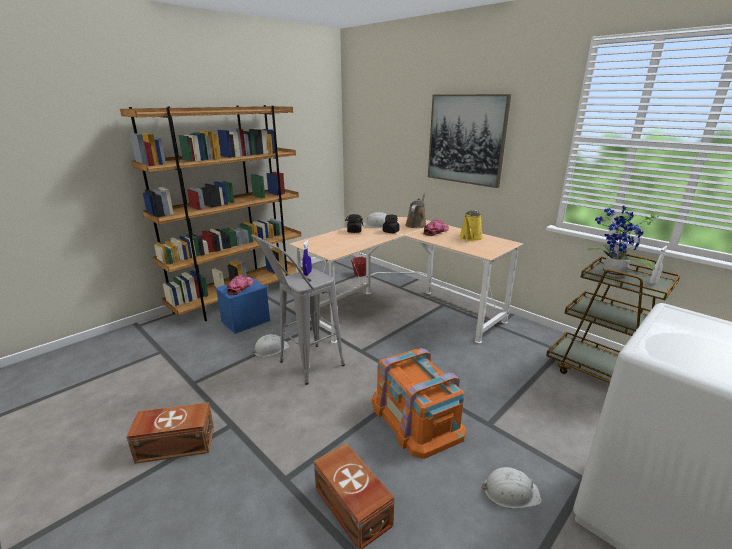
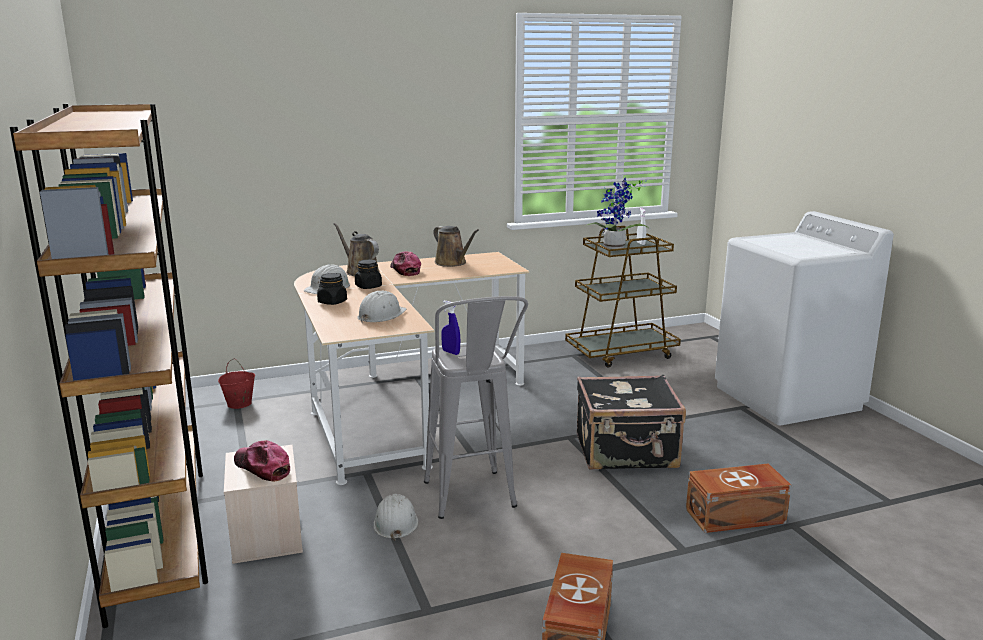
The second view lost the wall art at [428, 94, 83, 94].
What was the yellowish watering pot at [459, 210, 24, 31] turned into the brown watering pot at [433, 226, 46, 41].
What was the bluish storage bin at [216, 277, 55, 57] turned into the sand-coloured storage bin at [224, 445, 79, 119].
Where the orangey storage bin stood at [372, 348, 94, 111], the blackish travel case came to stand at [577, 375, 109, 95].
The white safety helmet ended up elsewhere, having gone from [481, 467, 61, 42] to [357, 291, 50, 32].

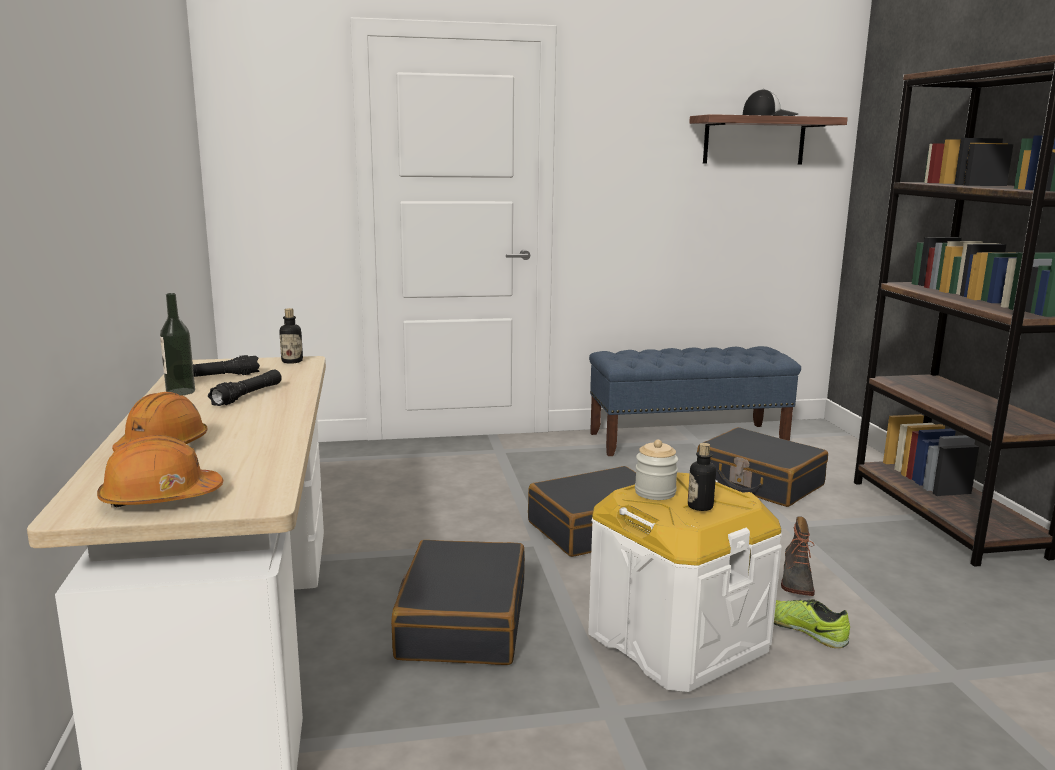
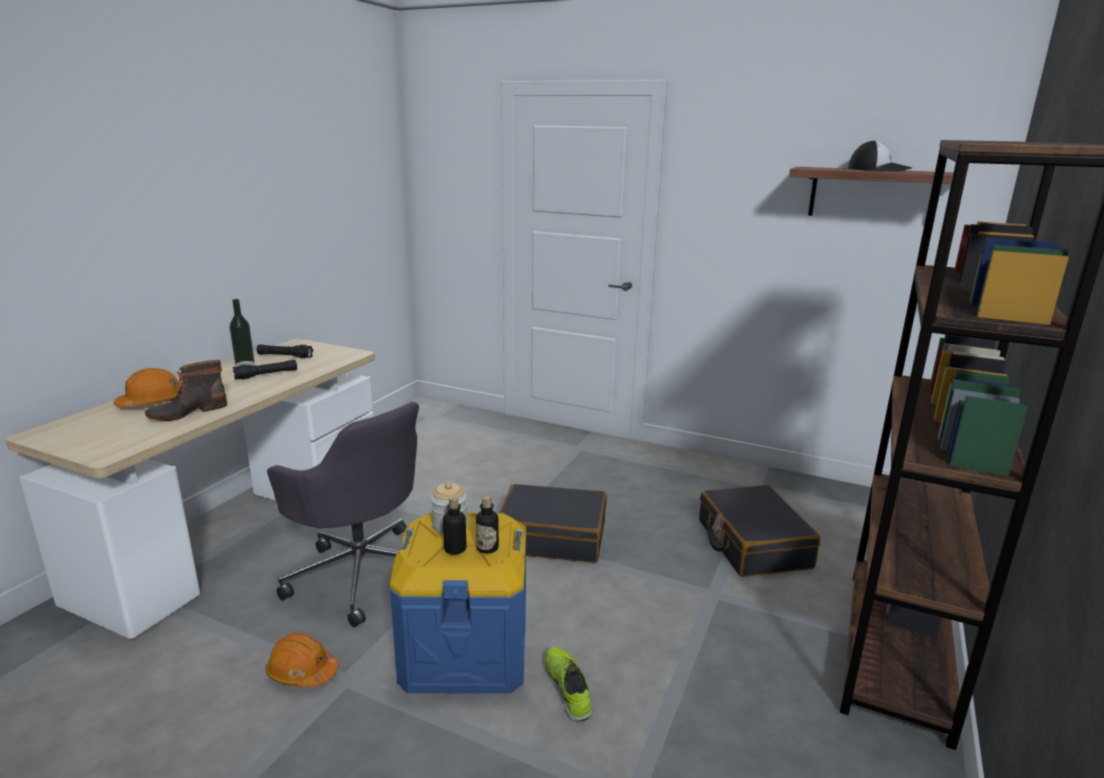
The drink bottle ended up elsewhere, having gone from [279, 308, 24, 56] to [476, 496, 23, 58].
The second view lost the bluish indoor bench at [589, 346, 212, 110].
The orangey safety helmet ended up elsewhere, having gone from [97, 435, 126, 73] to [266, 633, 73, 54].
What was the white storage bin at [588, 472, 194, 220] turned into the bluish storage bin at [389, 513, 137, 181].
The high-top boot ended up elsewhere, having gone from [781, 516, 34, 80] to [145, 360, 82, 61].
Where the blackish travel case stood at [391, 540, 134, 125], the gray computer chair came to stand at [267, 402, 152, 225].

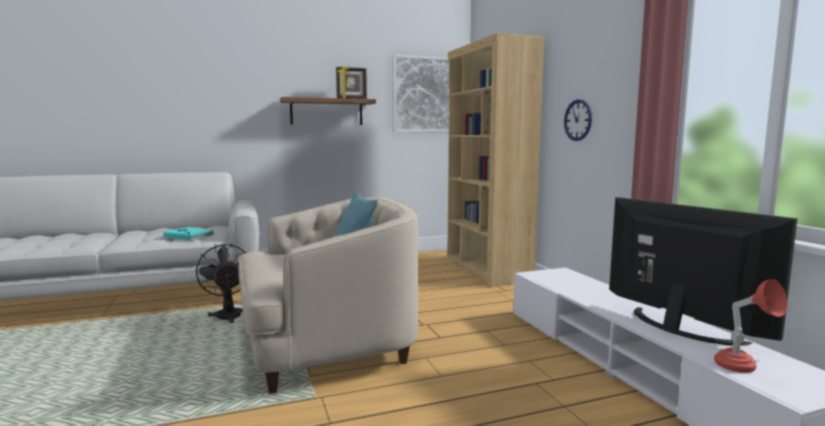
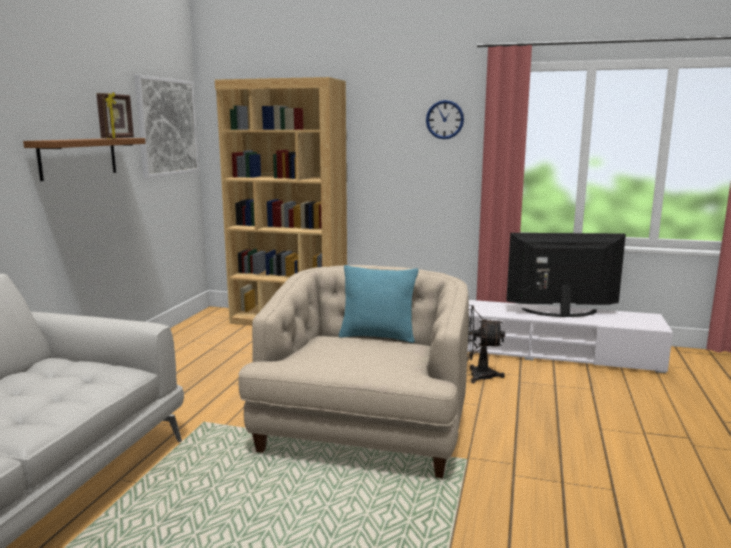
The clock on the wall ended up elsewhere, having gone from [564, 99, 28, 42] to [426, 100, 38, 39].
The second view lost the turquoise book at [163, 227, 51, 13].
The blackish cooling fan ended up elsewhere, having gone from [195, 244, 51, 79] to [467, 305, 38, 78].
The second view lost the red lamp for a table at [714, 279, 74, 94].

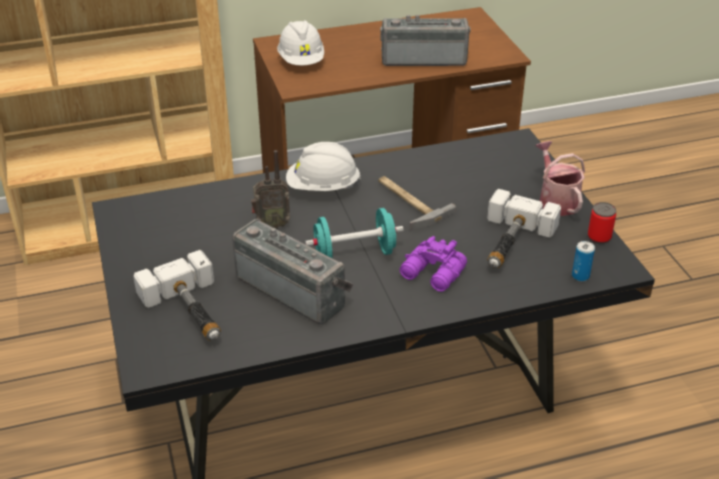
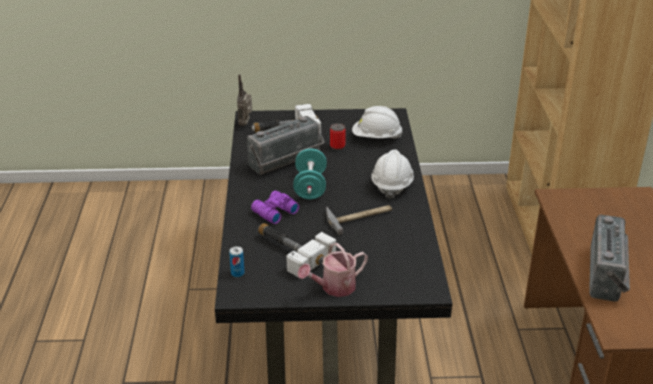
The white safety helmet ended up elsewhere, having gone from [277, 20, 47, 46] to [352, 106, 51, 33].
The watering pot at [535, 141, 50, 75] ended up facing another way, 150 degrees clockwise from before.
The radio set ended up elsewhere, having gone from [251, 150, 39, 79] to [237, 74, 15, 52].
The can ended up elsewhere, having gone from [588, 202, 28, 42] to [330, 123, 16, 27].

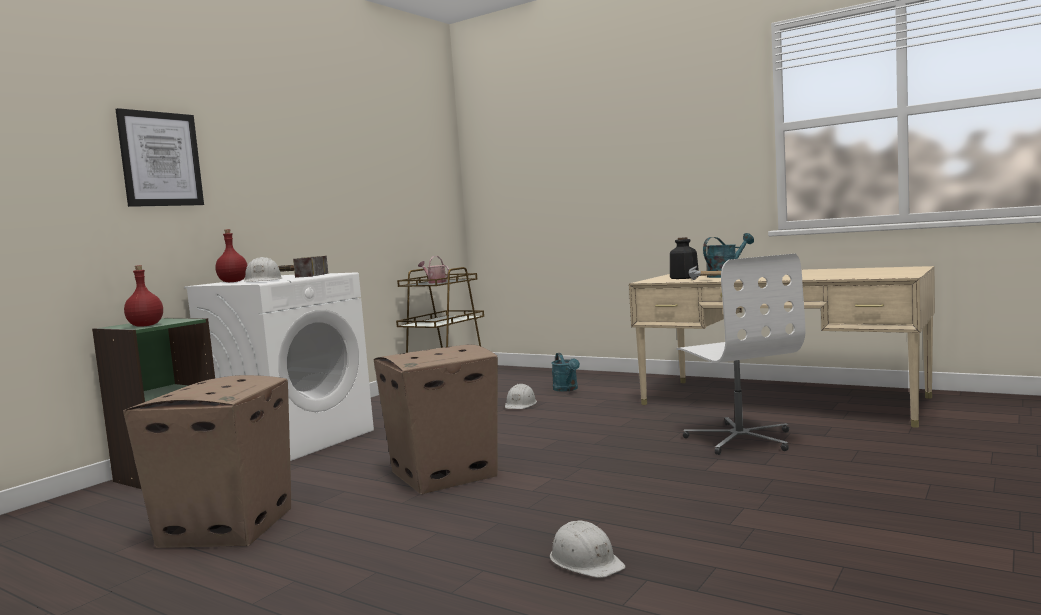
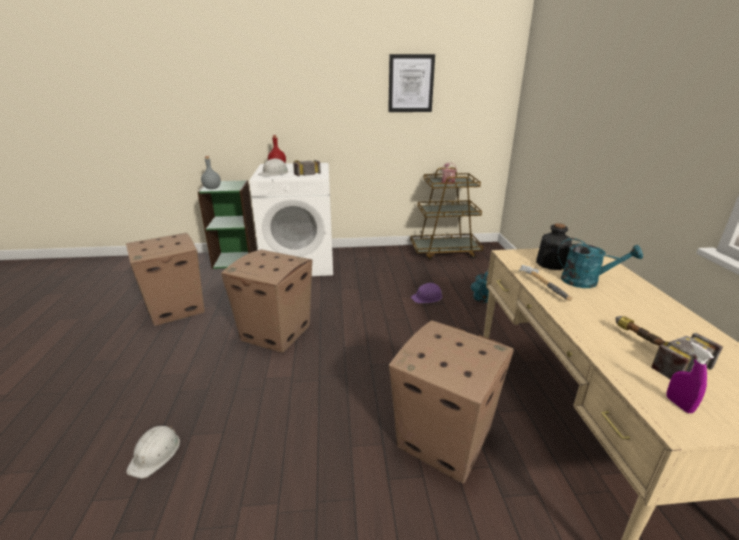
The wall art ended up elsewhere, having gone from [116, 108, 88, 99] to [388, 54, 47, 58].
Where the white computer chair stood at [676, 254, 129, 201], the carton came to stand at [389, 320, 125, 164].
What was the red drink bottle at [124, 265, 39, 62] turned into the gray drink bottle at [201, 156, 20, 33].
What was the white safety helmet at [505, 384, 32, 25] turned into the purplish safety helmet at [411, 283, 31, 20].
The second view gained the hand hammer at [615, 316, 108, 64].
The second view gained the purplish hand sprayer at [667, 342, 47, 71].

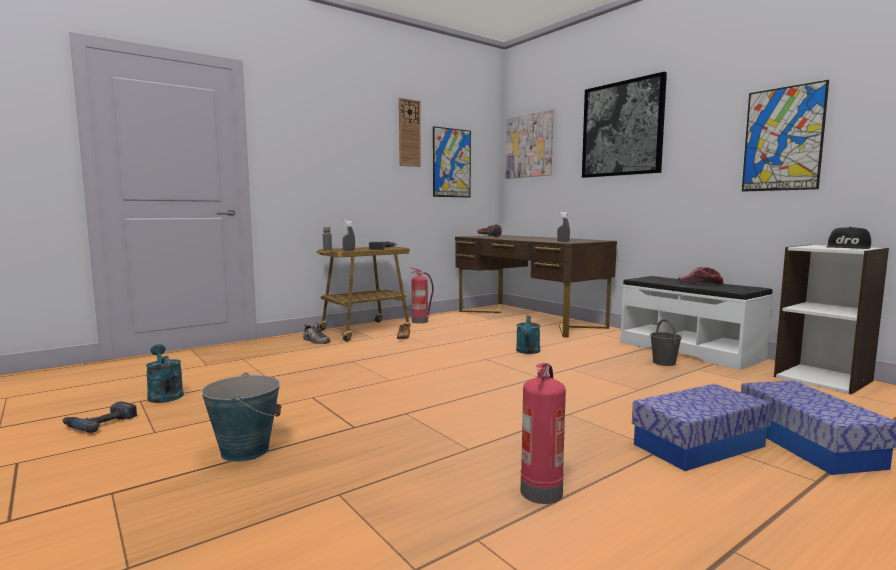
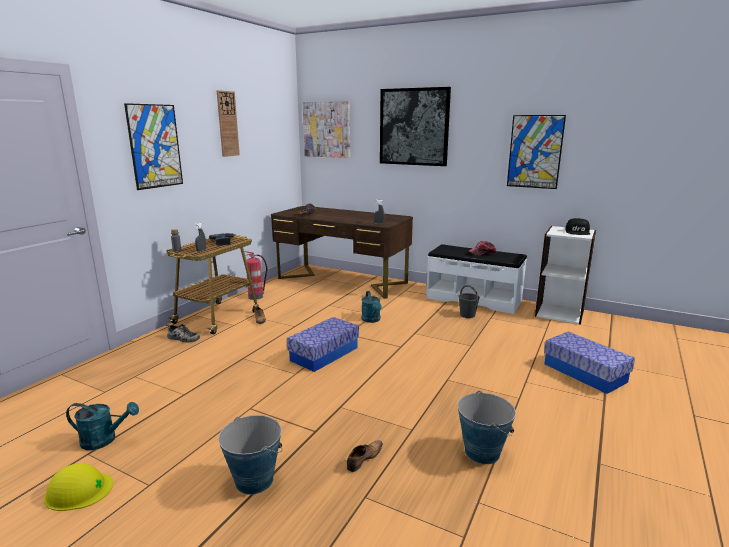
The wall art ended up elsewhere, having gone from [433, 126, 38, 72] to [124, 103, 59, 87].
The turquoise watering pot at [146, 344, 38, 59] ended up facing another way, 150 degrees clockwise from before.
Where the fire extinguisher stood at [521, 363, 45, 141], the bucket came to stand at [458, 391, 58, 73].
The storage bin ended up elsewhere, having gone from [632, 384, 140, 87] to [287, 317, 72, 55].
Where the drill stood at [62, 401, 75, 32], the yellowish safety helmet came to stand at [44, 463, 69, 48].
The second view gained the low shoe at [347, 440, 36, 32].

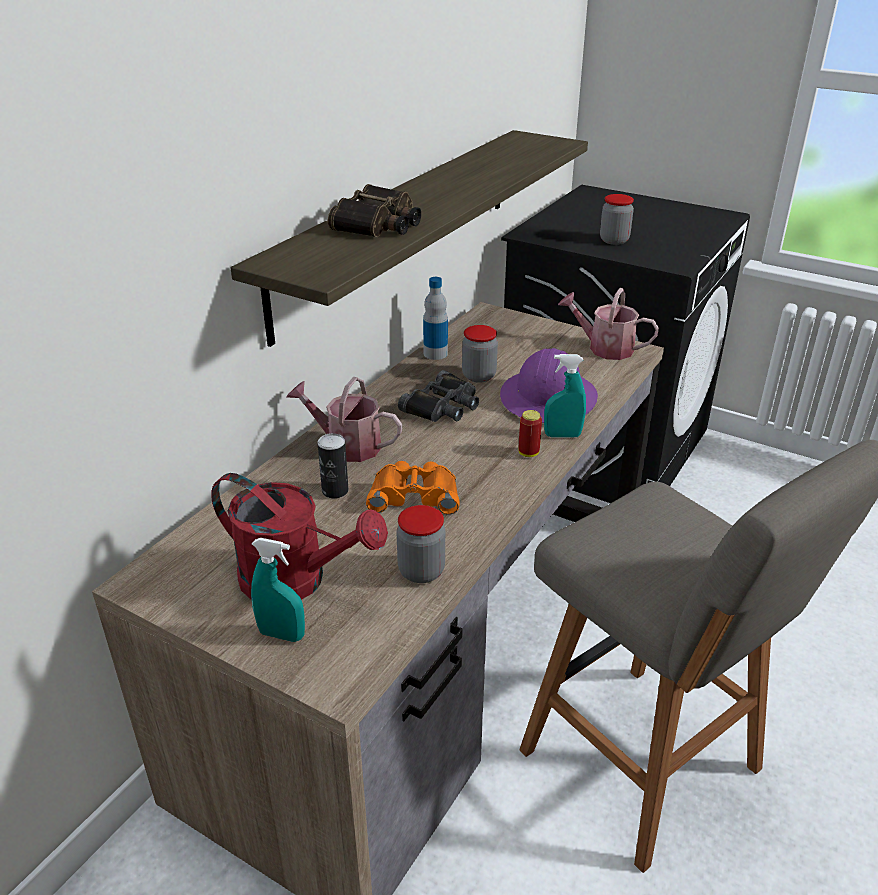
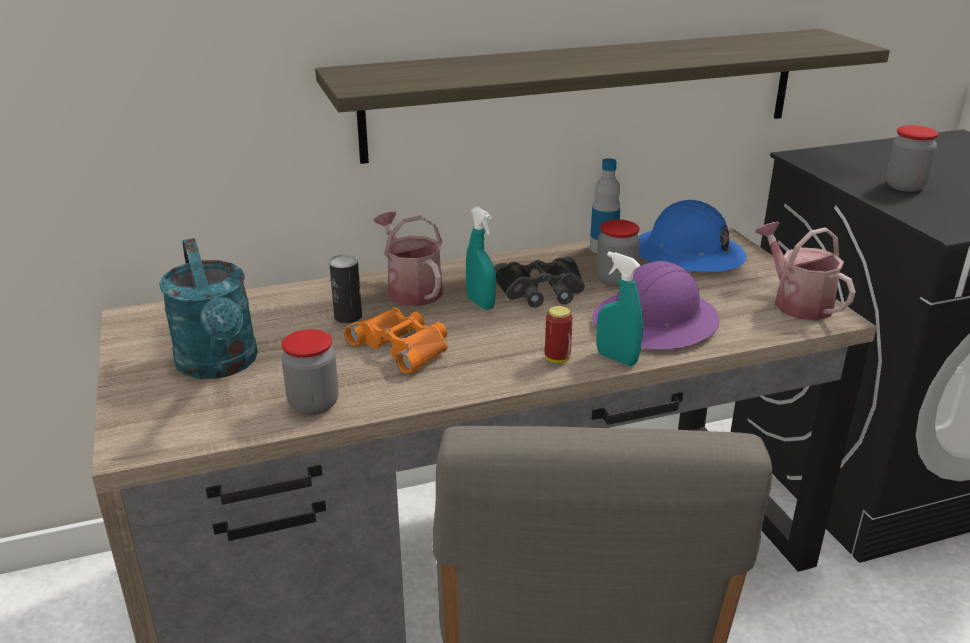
The second view lost the field glasses at [328, 184, 93, 53].
What was the red watering pot at [211, 473, 177, 127] turned into the turquoise watering pot at [159, 238, 99, 141].
The turquoise hand sprayer ended up elsewhere, having gone from [251, 538, 54, 104] to [466, 207, 30, 103].
The second view gained the bluish safety helmet at [639, 200, 108, 72].

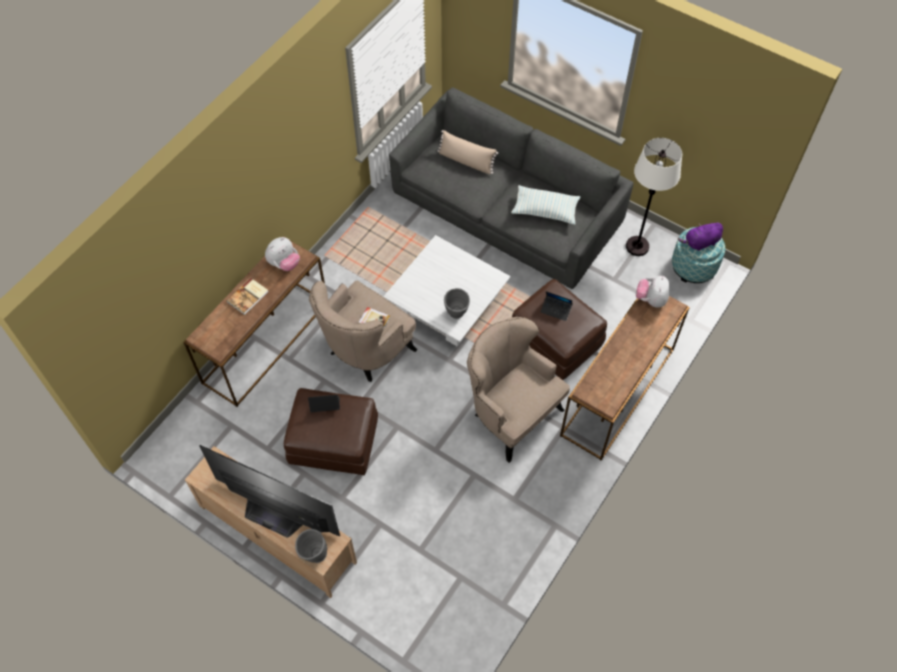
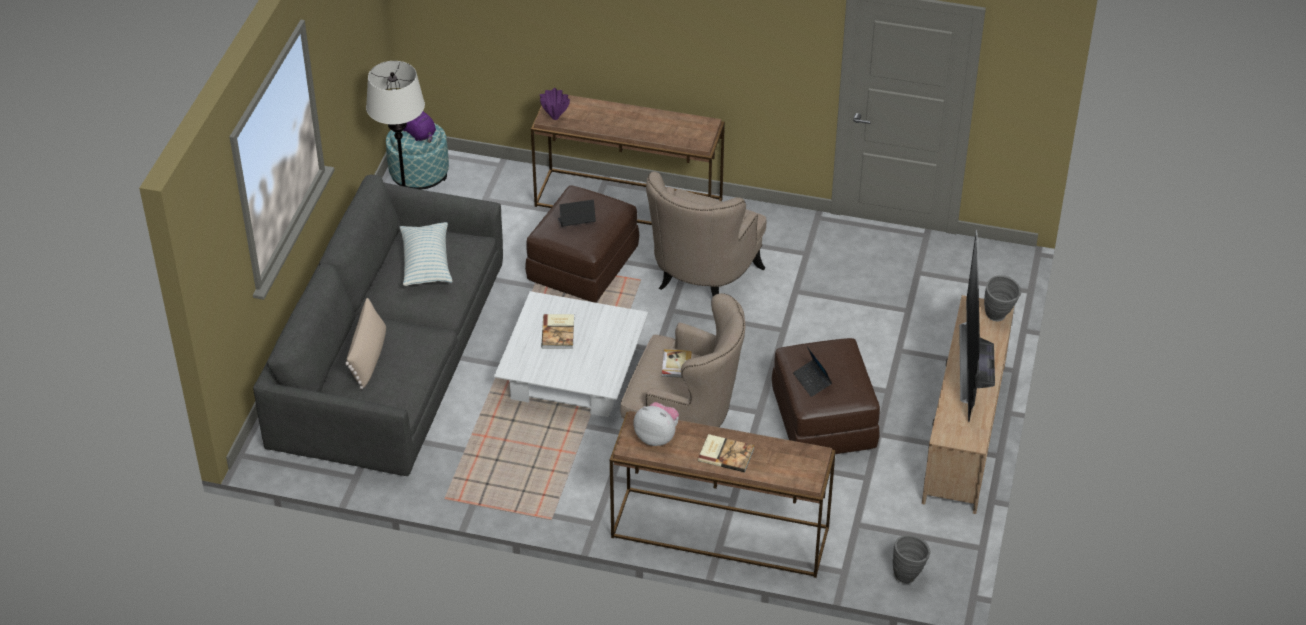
Where the cuddly toy stood at [636, 276, 34, 32], the purplish decorative vase came to stand at [540, 88, 30, 32].
The gray decorative vase ended up elsewhere, having gone from [444, 288, 26, 31] to [893, 535, 38, 49].
The portable computer at [541, 291, 32, 30] ended up facing another way, 105 degrees counterclockwise from before.
The second view gained the book at [541, 314, 33, 34].

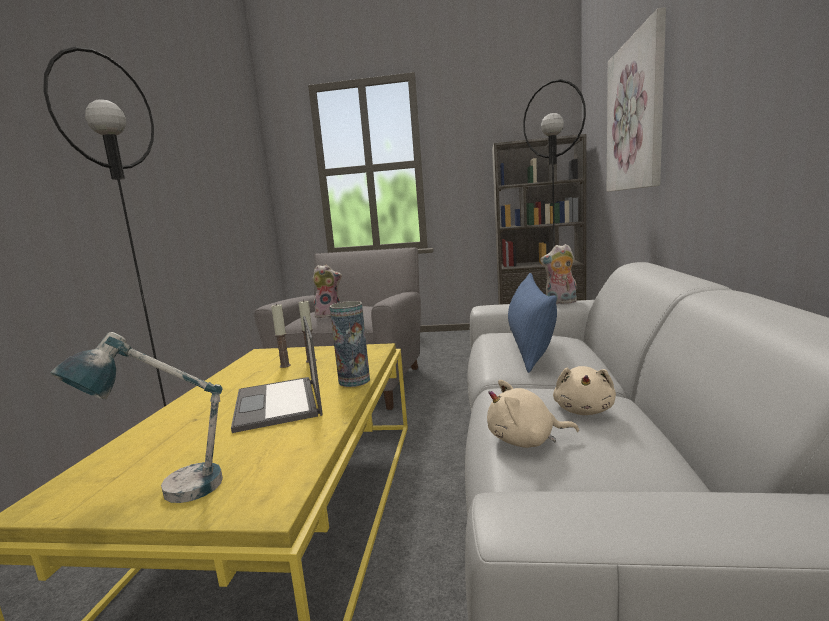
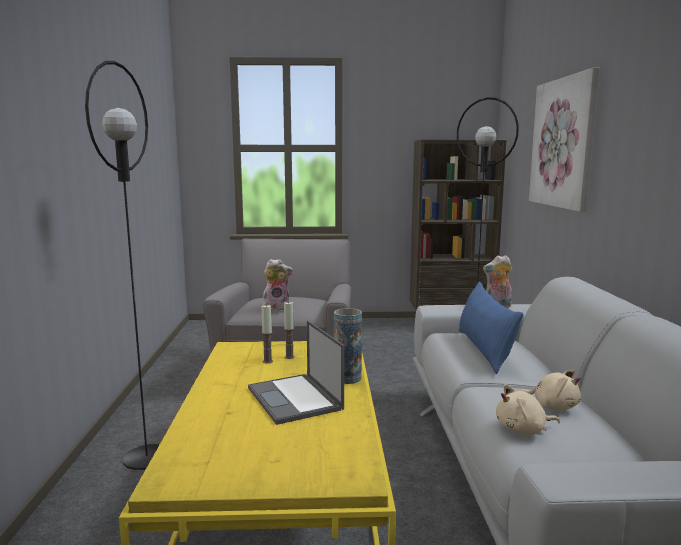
The second view lost the lamp for a table at [50, 332, 173, 171].
The sand-coloured cuddly toy at [553, 366, 63, 49] ended up facing another way, 60 degrees counterclockwise from before.

